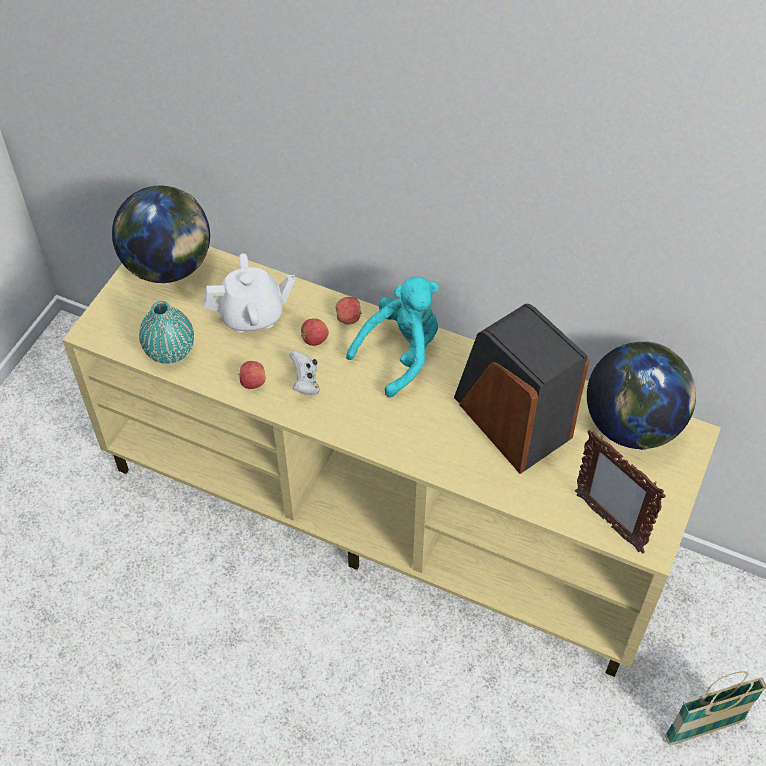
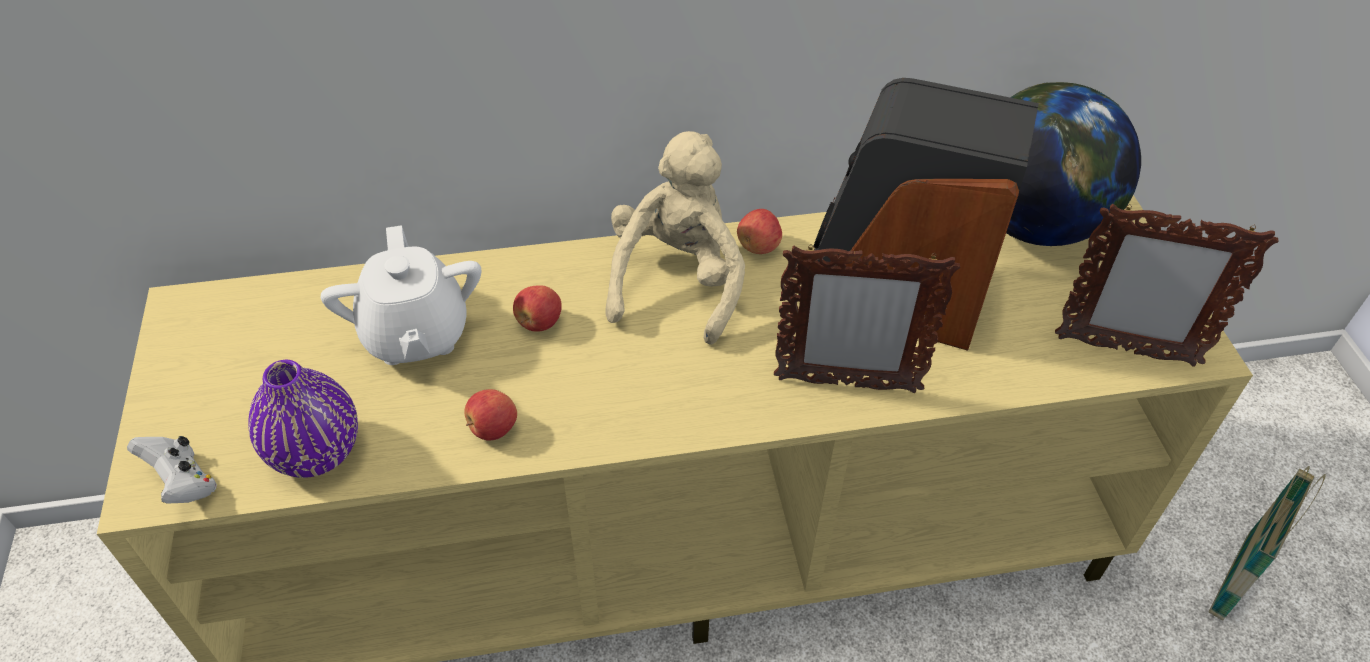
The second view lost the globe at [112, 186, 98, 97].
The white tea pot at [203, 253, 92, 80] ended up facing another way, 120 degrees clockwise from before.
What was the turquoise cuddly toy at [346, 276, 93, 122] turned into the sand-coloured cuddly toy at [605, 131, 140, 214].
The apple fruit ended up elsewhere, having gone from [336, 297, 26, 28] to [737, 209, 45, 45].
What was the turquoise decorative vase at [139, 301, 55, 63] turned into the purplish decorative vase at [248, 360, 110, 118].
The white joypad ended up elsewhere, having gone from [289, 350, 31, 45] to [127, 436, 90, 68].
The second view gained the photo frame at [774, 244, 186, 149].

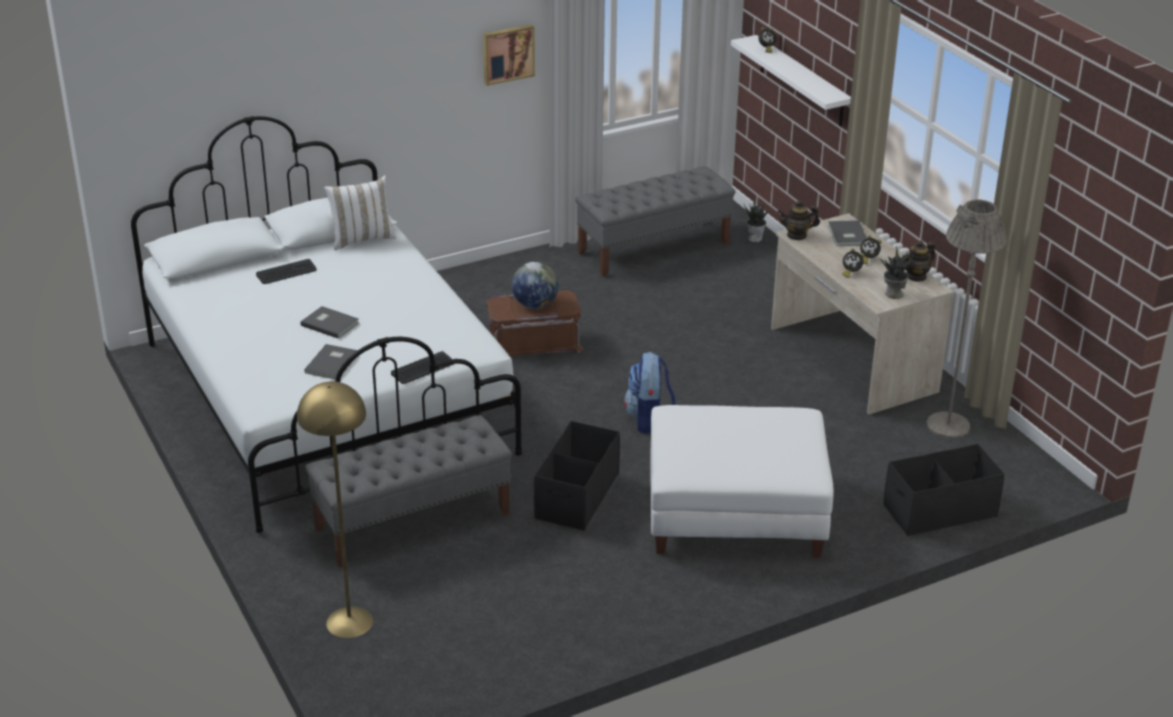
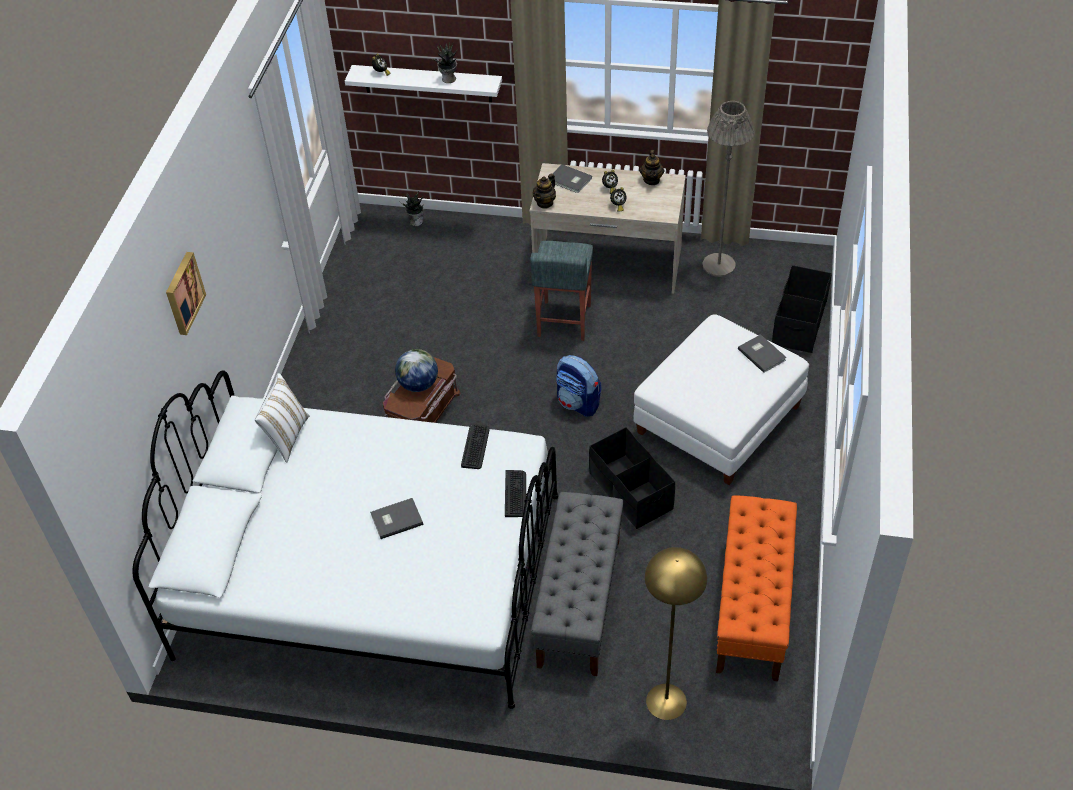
The wall art ended up elsewhere, having gone from [483, 24, 52, 62] to [166, 252, 40, 83].
The second view lost the gray indoor bench at [575, 166, 160, 111].
The plant in a pot ended up elsewhere, having gone from [878, 246, 36, 53] to [430, 42, 28, 41].
The PC keyboard ended up elsewhere, having gone from [256, 259, 61, 25] to [461, 423, 29, 46].
The gray book ended up elsewhere, having gone from [304, 344, 54, 35] to [738, 334, 49, 39].
The second view gained the gray sitting stool at [530, 241, 63, 100].
The second view gained the orangey indoor bench at [716, 495, 81, 186].

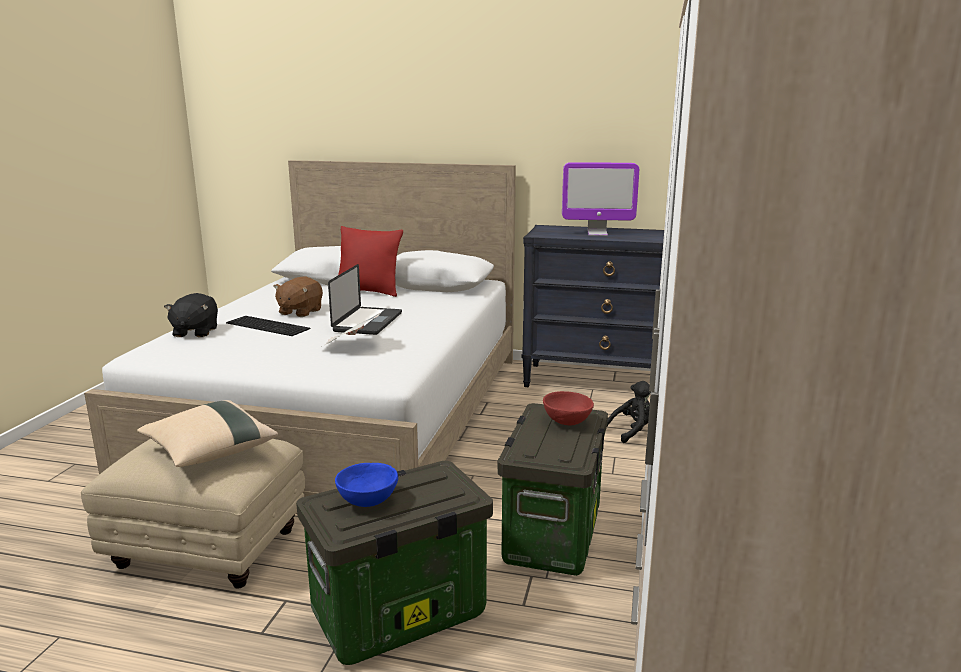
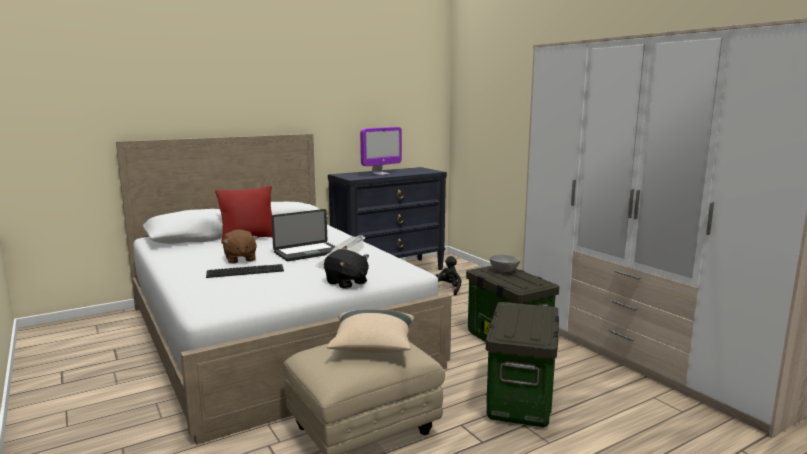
The portable computer at [328, 264, 74, 71] ended up facing another way, 90 degrees clockwise from before.
The blackish cuddly toy ended up elsewhere, having gone from [164, 293, 54, 44] to [324, 249, 45, 40].
What was the red deep dish at [543, 391, 51, 34] turned into the gray deep dish at [490, 255, 30, 17].
The second view lost the bluish deep dish at [335, 463, 63, 44].

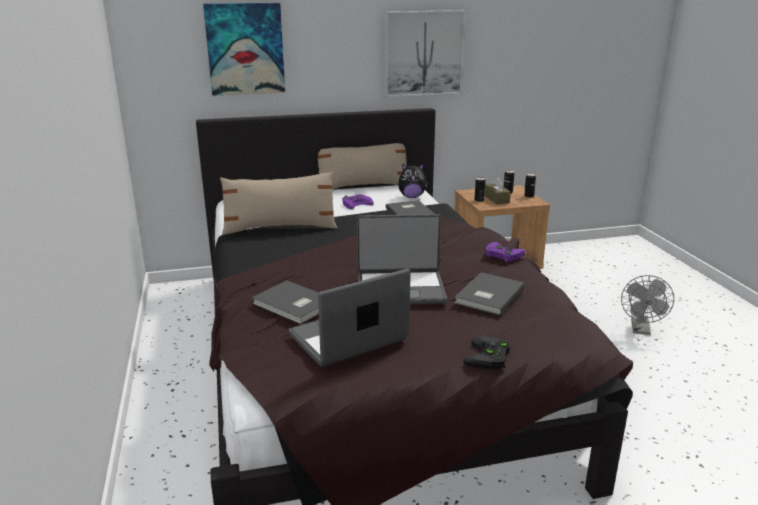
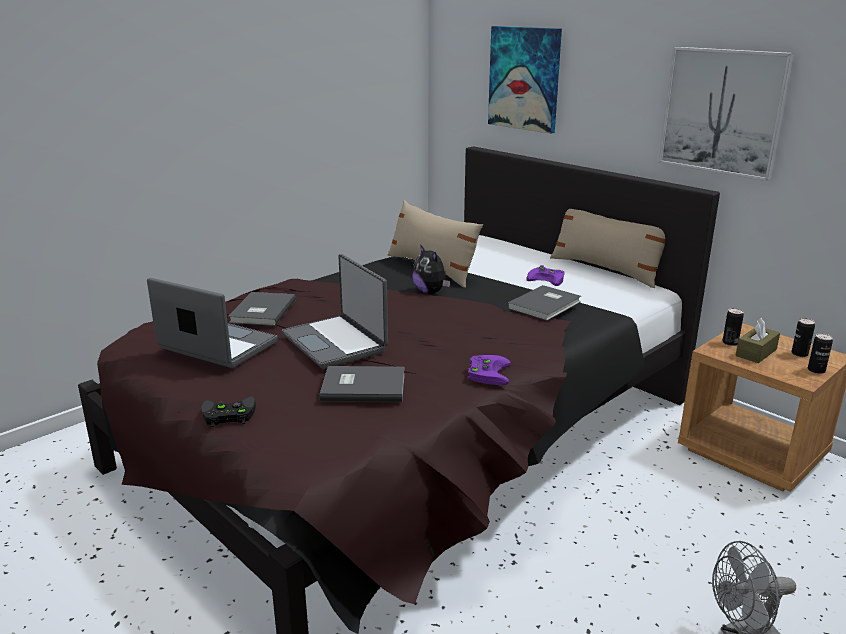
The cuddly toy ended up elsewhere, having gone from [398, 163, 30, 35] to [412, 244, 38, 50].

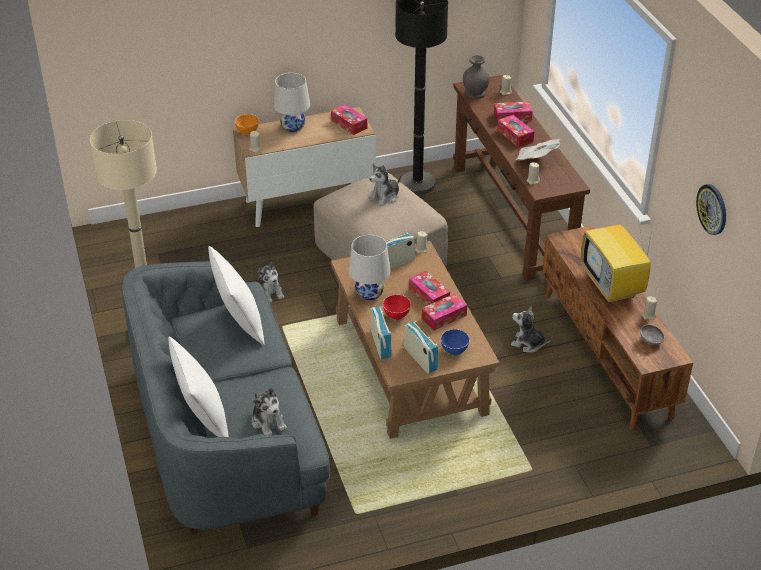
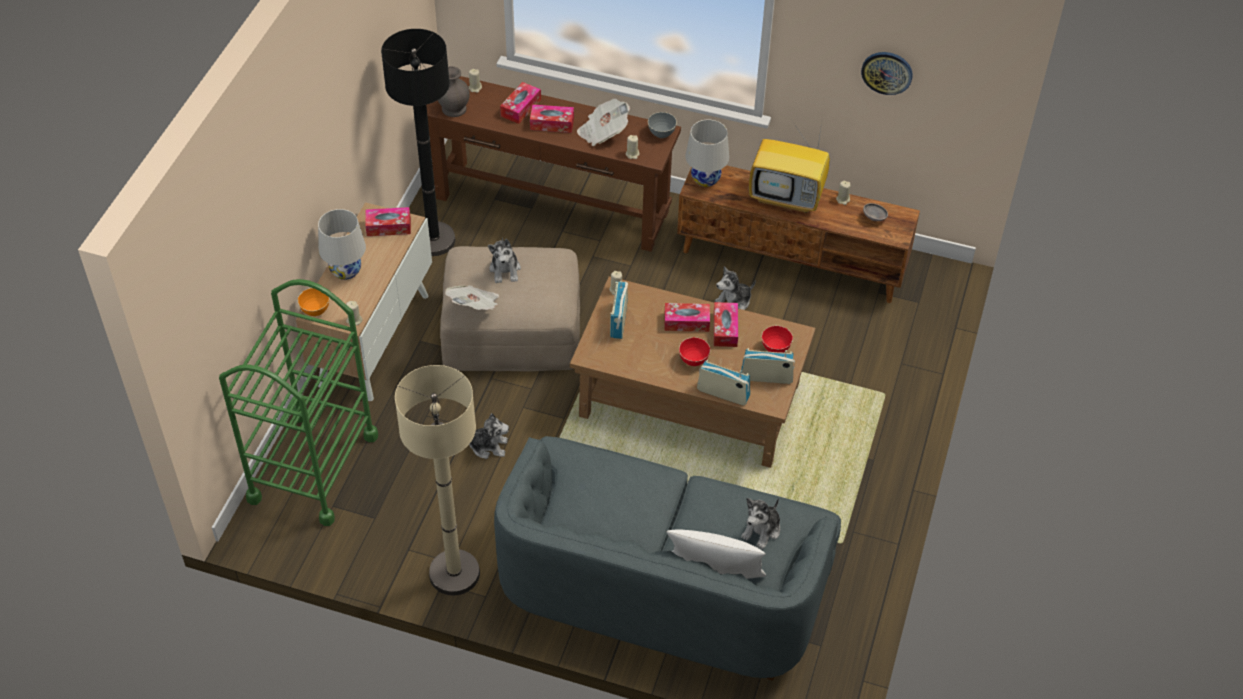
The white lamp for a table ended up elsewhere, having gone from [348, 235, 43, 65] to [685, 119, 44, 68].
The second view lost the white pillow at [208, 246, 57, 100].
What was the bluish deep dish at [441, 329, 29, 26] turned into the red deep dish at [762, 326, 31, 27].
The cuddly toy at [252, 388, 35, 48] ended up facing another way, 120 degrees clockwise from before.
The second view gained the gray deep dish at [648, 112, 29, 26].
The second view gained the greenish cart at [219, 279, 159, 247].
The second view gained the printed paper at [445, 285, 54, 25].

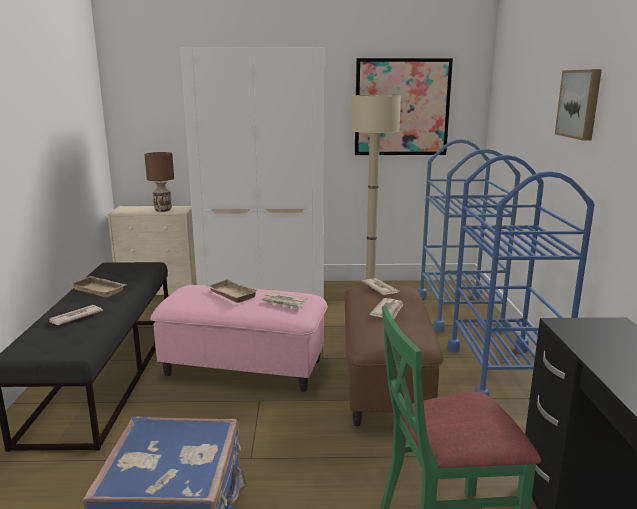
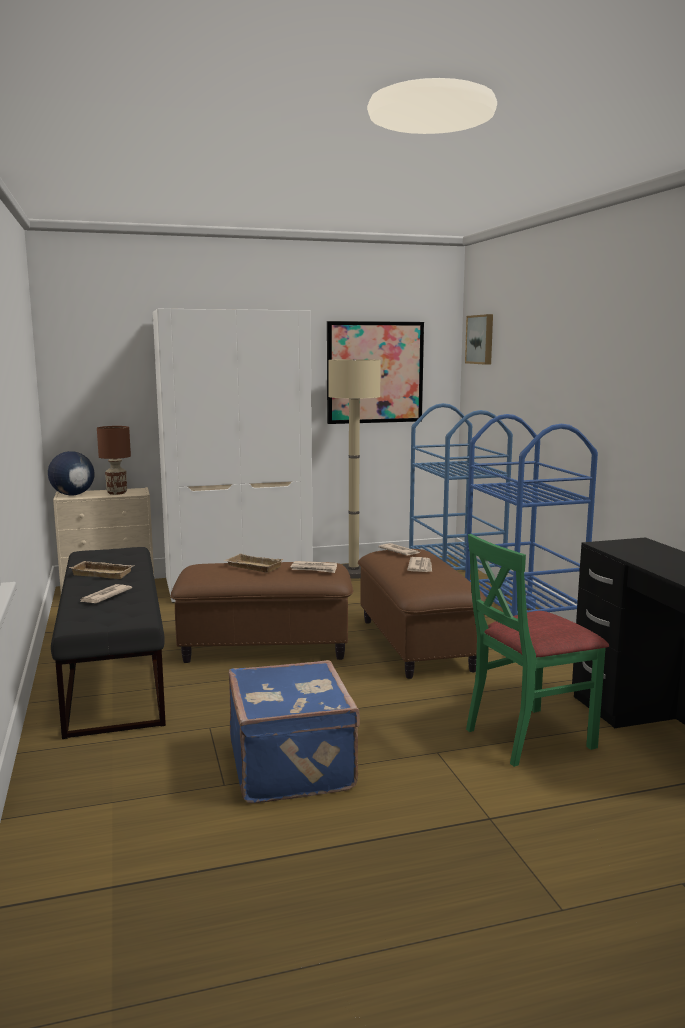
The wall art ended up elsewhere, having gone from [555, 69, 47, 72] to [465, 314, 28, 51].
What was the pink-coloured pouffe at [150, 285, 178, 107] turned into the brown pouffe at [171, 562, 182, 101].
The second view gained the globe at [48, 451, 47, 44].

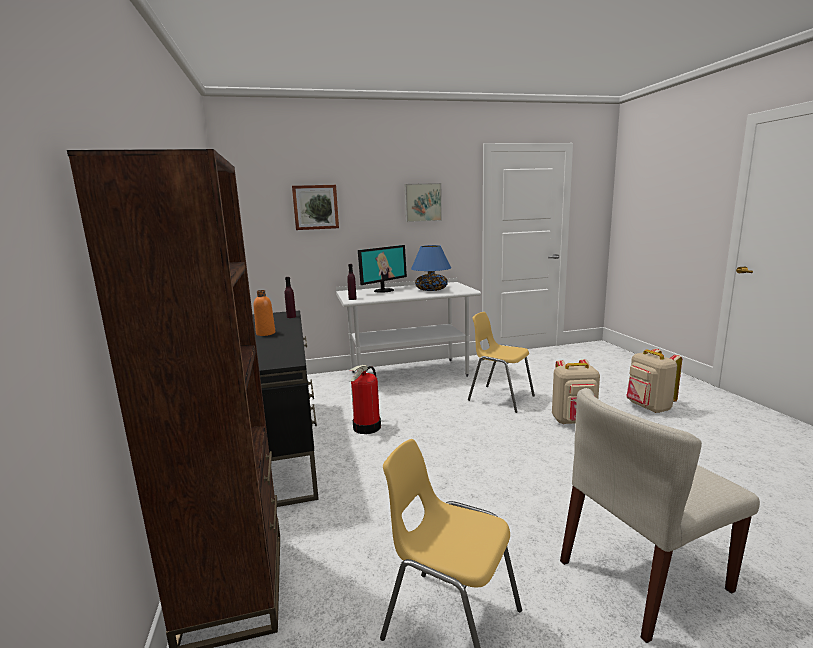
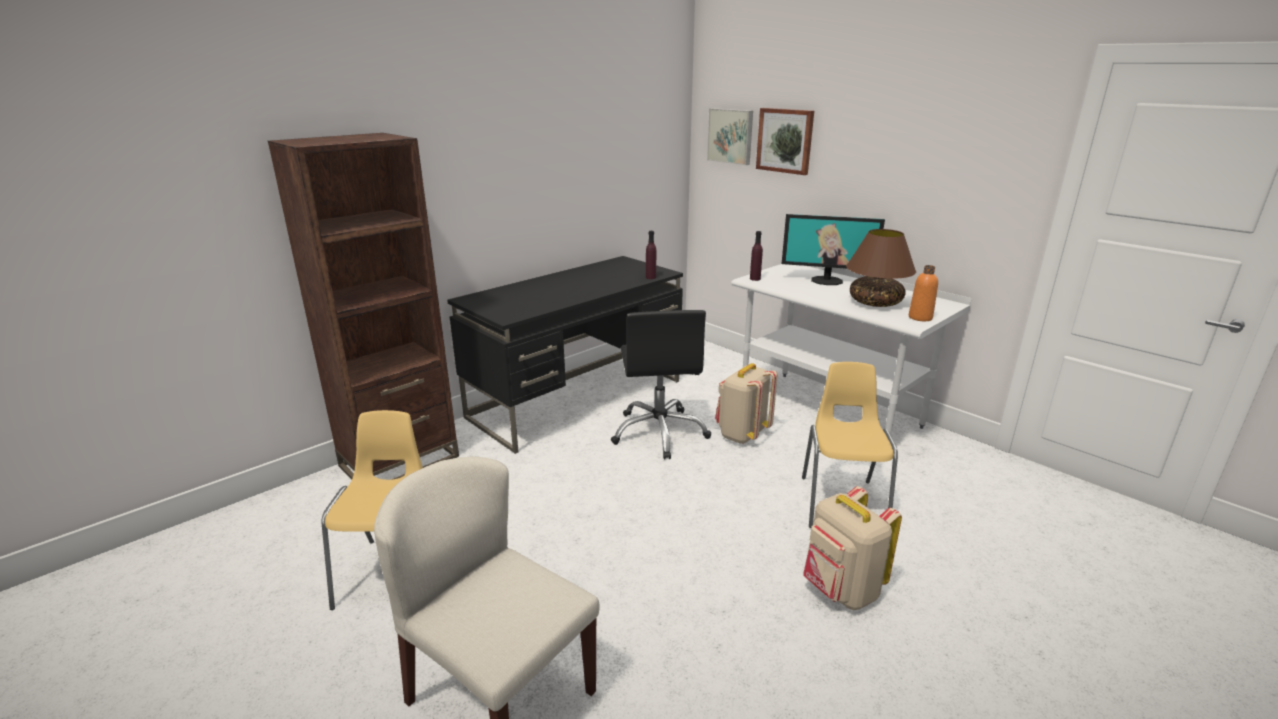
The wall art ended up elsewhere, having gone from [404, 183, 38, 39] to [707, 108, 46, 57].
What was the bluish lamp for a table at [411, 245, 40, 46] turned into the brown lamp for a table at [846, 229, 70, 78].
The orangey drink bottle ended up elsewhere, having gone from [254, 290, 21, 46] to [909, 265, 29, 56].
The sand-coloured knapsack ended up elsewhere, having gone from [626, 349, 56, 64] to [715, 363, 63, 81].
Where the fire extinguisher stood at [350, 365, 31, 69], the blackish computer chair came to stand at [611, 310, 100, 149].

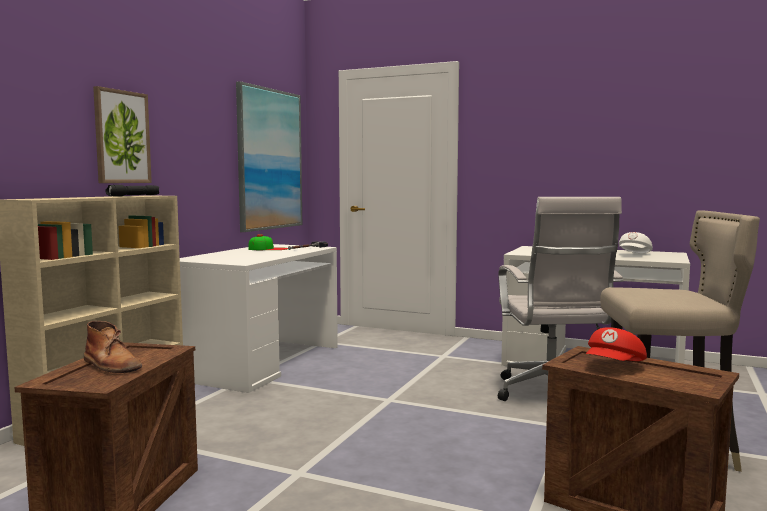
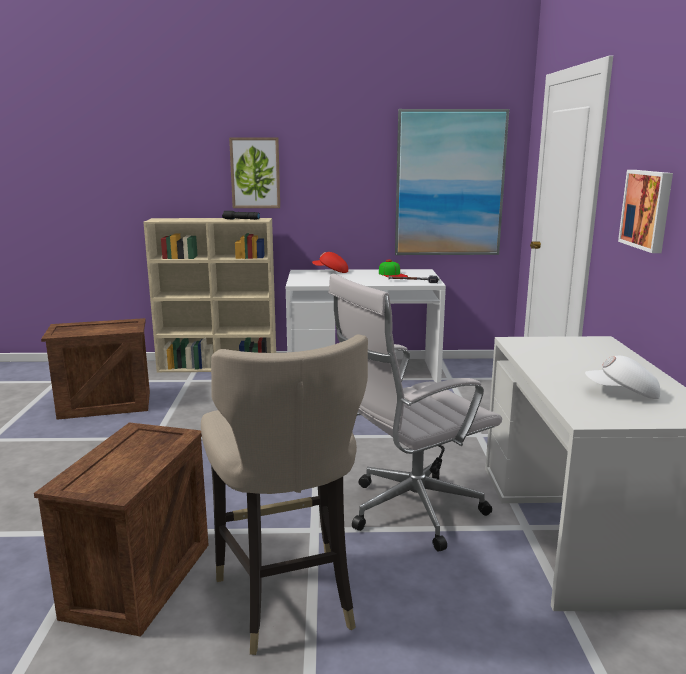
The second view lost the brown high-top boot at [84, 321, 58, 52].
The red peaked cap ended up elsewhere, having gone from [586, 327, 61, 34] to [312, 252, 36, 21].
The second view gained the wall art at [618, 170, 55, 83].

